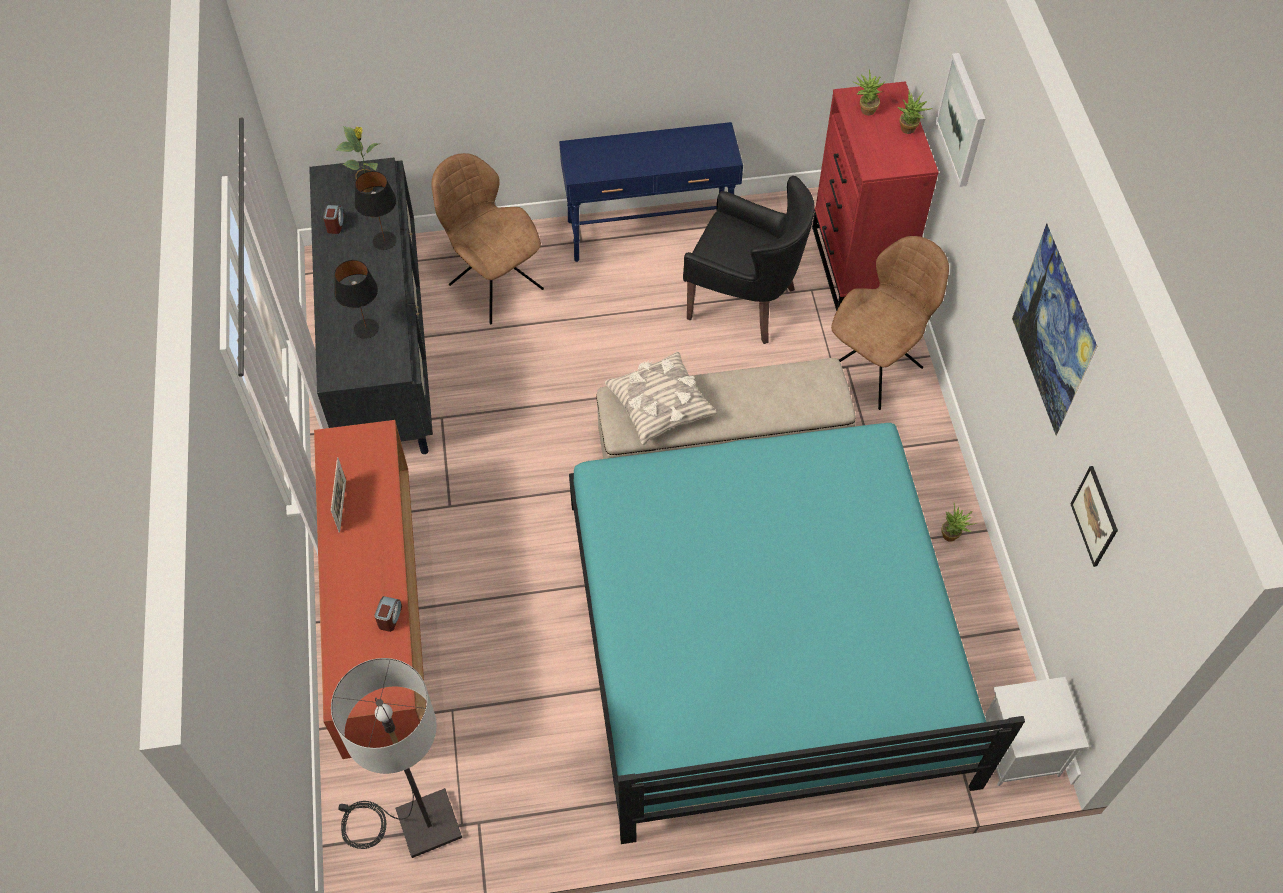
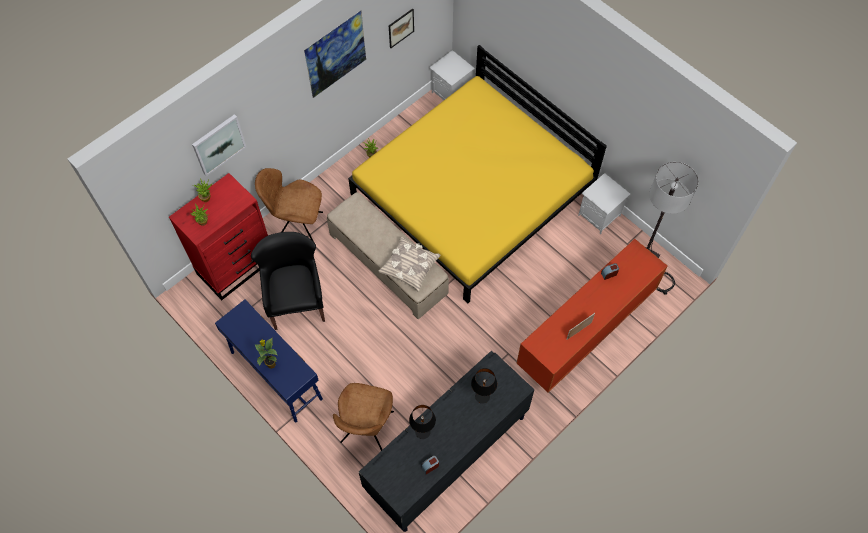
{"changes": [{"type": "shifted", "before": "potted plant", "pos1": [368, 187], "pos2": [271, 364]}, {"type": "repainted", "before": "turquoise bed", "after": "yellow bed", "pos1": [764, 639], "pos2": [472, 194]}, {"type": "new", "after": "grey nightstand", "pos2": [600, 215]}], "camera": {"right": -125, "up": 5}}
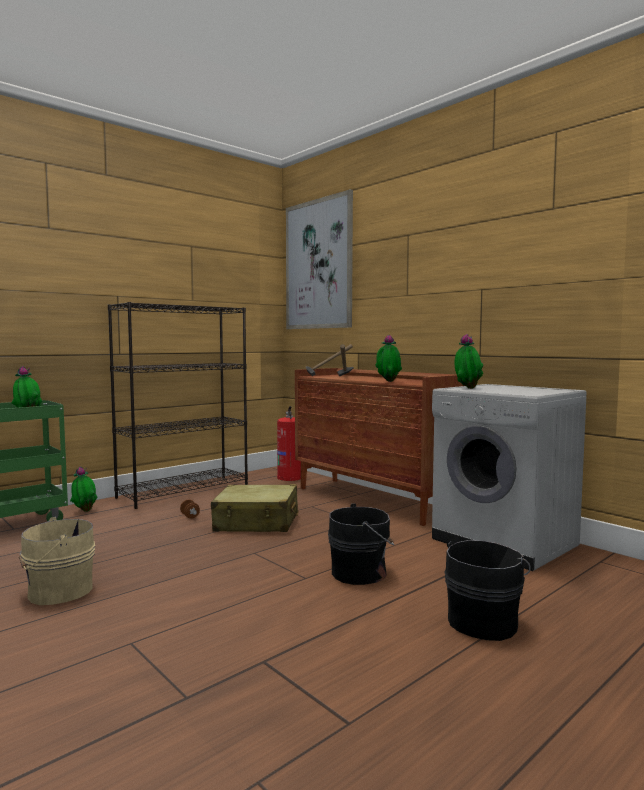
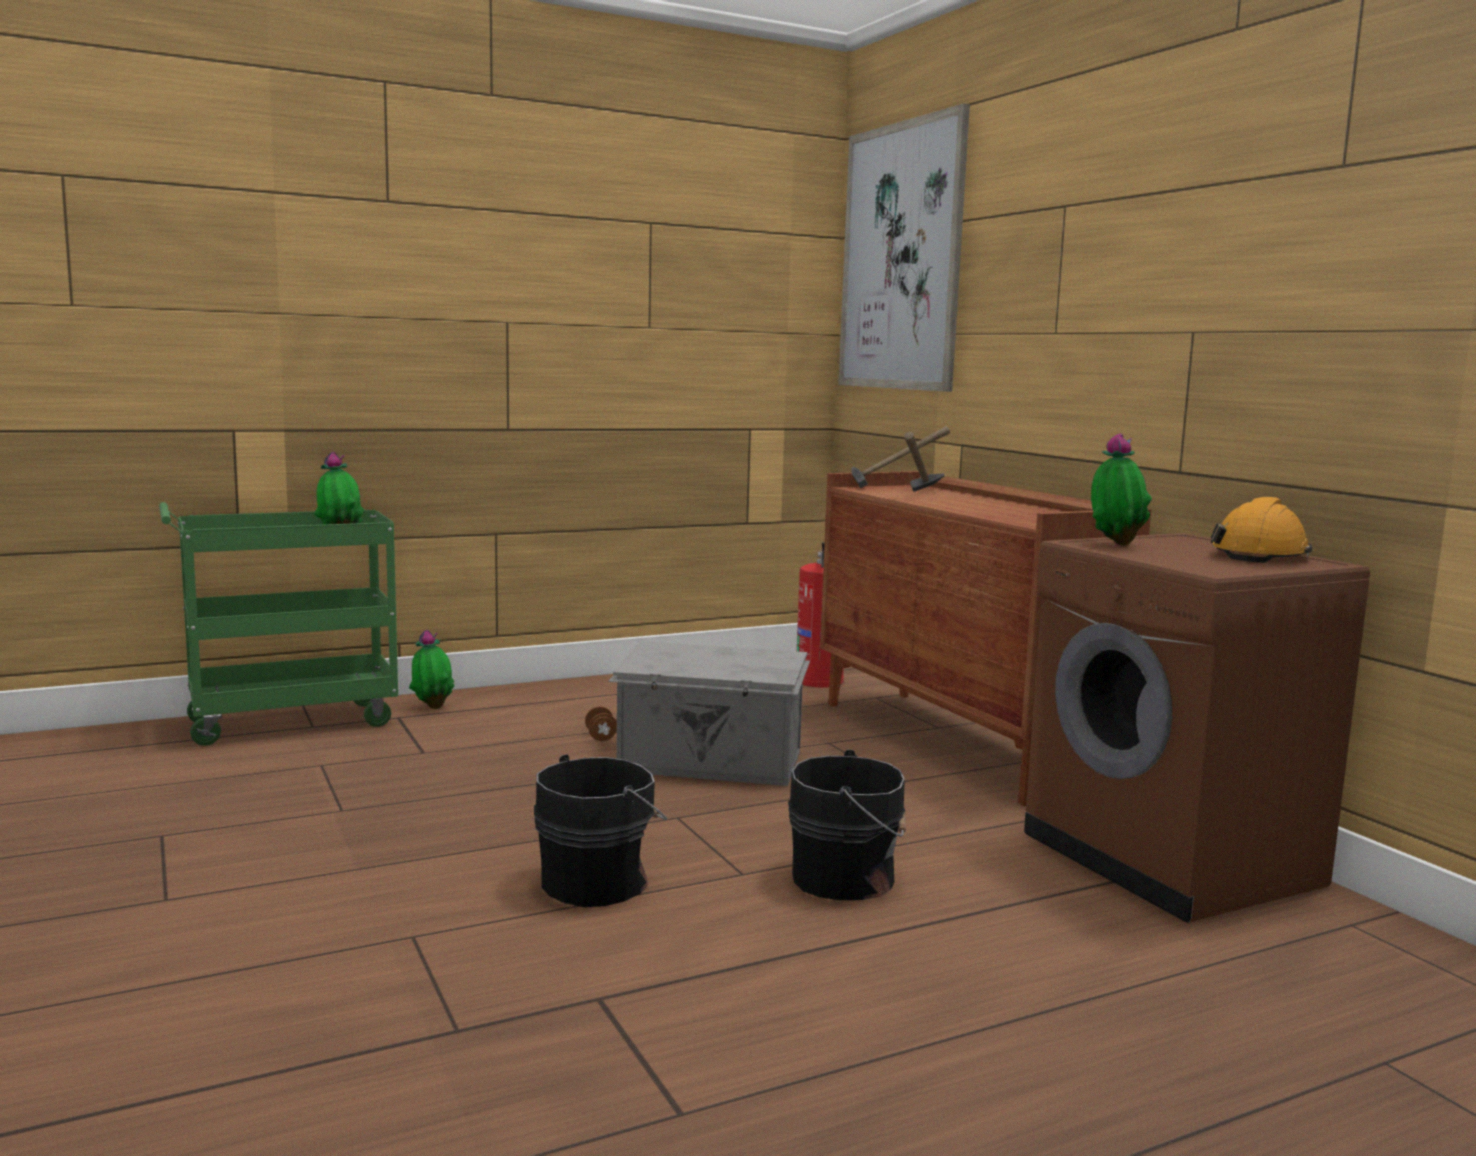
{"changes": [{"type": "shifted", "before": "black bucket", "pos1": [484, 621], "pos2": [599, 881]}, {"type": "swapped", "before": "beige suitcase", "after": "grey storage box", "pos1": [257, 522], "pos2": [711, 762]}, {"type": "repainted", "before": "white washing machine", "after": "brown washing machine", "pos1": [503, 543], "pos2": [1166, 860]}, {"type": "new", "after": "orange hard hat", "pos2": [1260, 554]}, {"type": "gone", "before": "beige bucket", "pos1": [57, 591]}, {"type": "gone", "before": "black bookcase", "pos1": [184, 491]}, {"type": "gone", "before": "potted plant", "pos1": [388, 382]}], "camera": {"right": 15, "up": 5}}
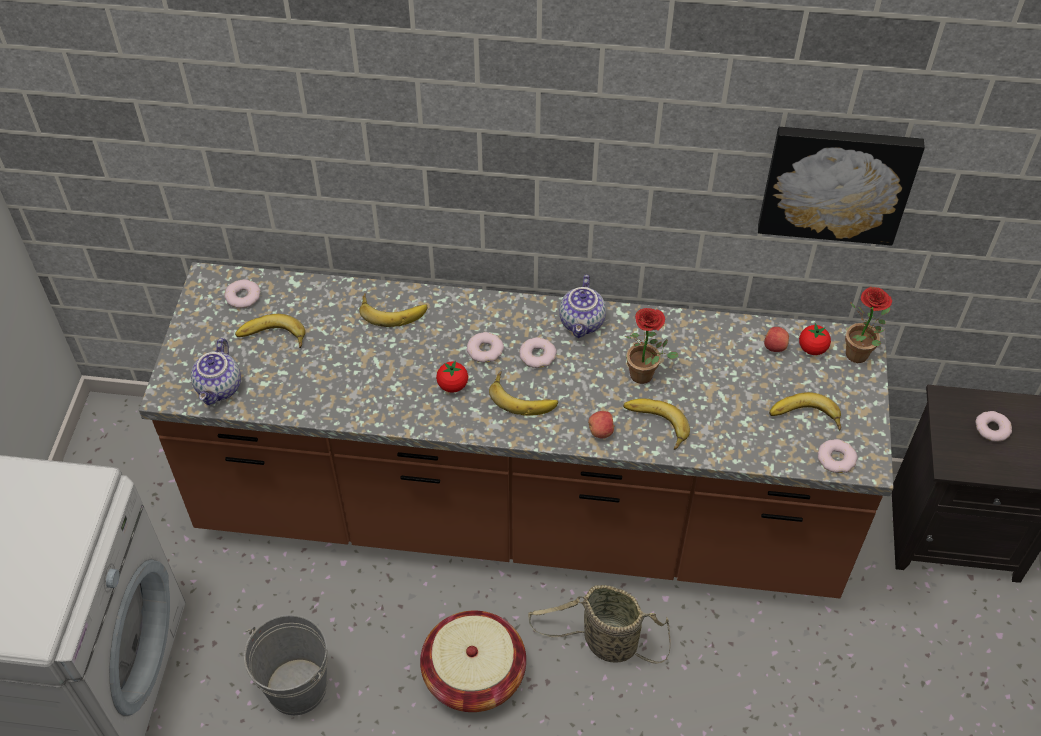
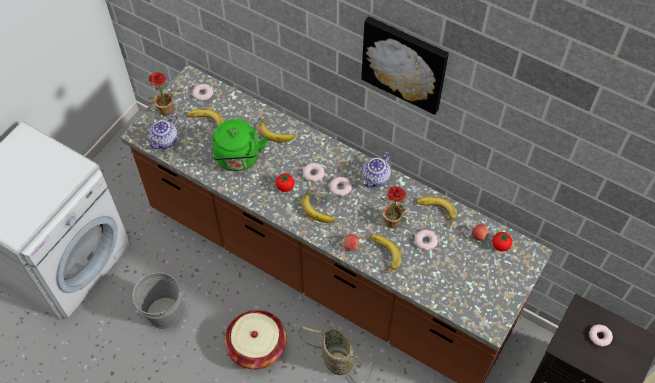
{"changes": [{"type": "shifted", "before": "potted plant", "pos1": [859, 358], "pos2": [165, 113]}, {"type": "new", "after": "green kettle", "pos2": [238, 159]}, {"type": "shifted", "before": "picture", "pos1": [837, 182], "pos2": [405, 63]}, {"type": "shifted", "before": "donut", "pos1": [836, 459], "pos2": [425, 241]}, {"type": "shifted", "before": "banana", "pos1": [805, 418], "pos2": [435, 212]}], "camera": {"right": 25, "up": 5}}
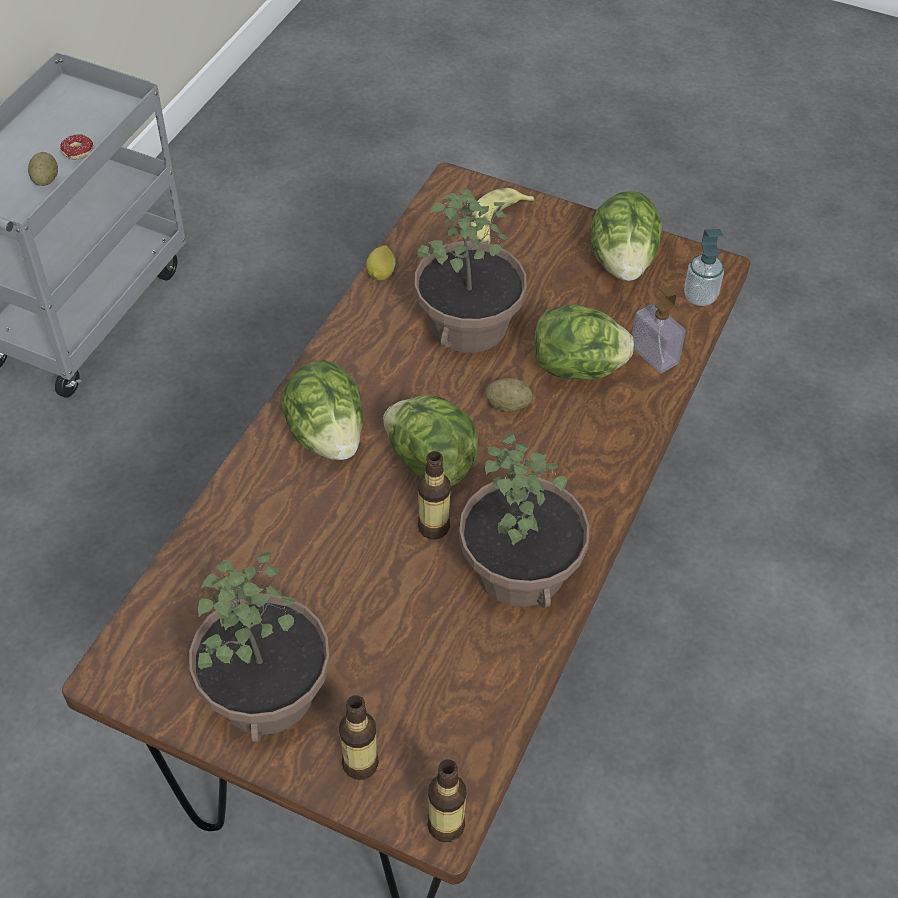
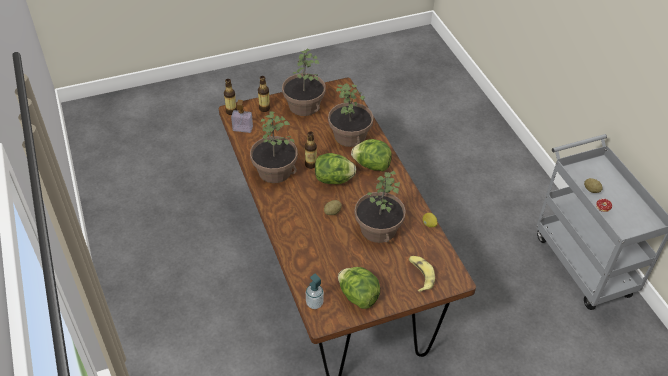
{"changes": [{"type": "shifted", "before": "soap dispenser", "pos1": [654, 355], "pos2": [242, 128]}, {"type": "new", "after": "potted plant", "pos2": [350, 136]}, {"type": "gone", "before": "lettuce", "pos1": [578, 368]}], "camera": {"right": 135, "up": -5}}
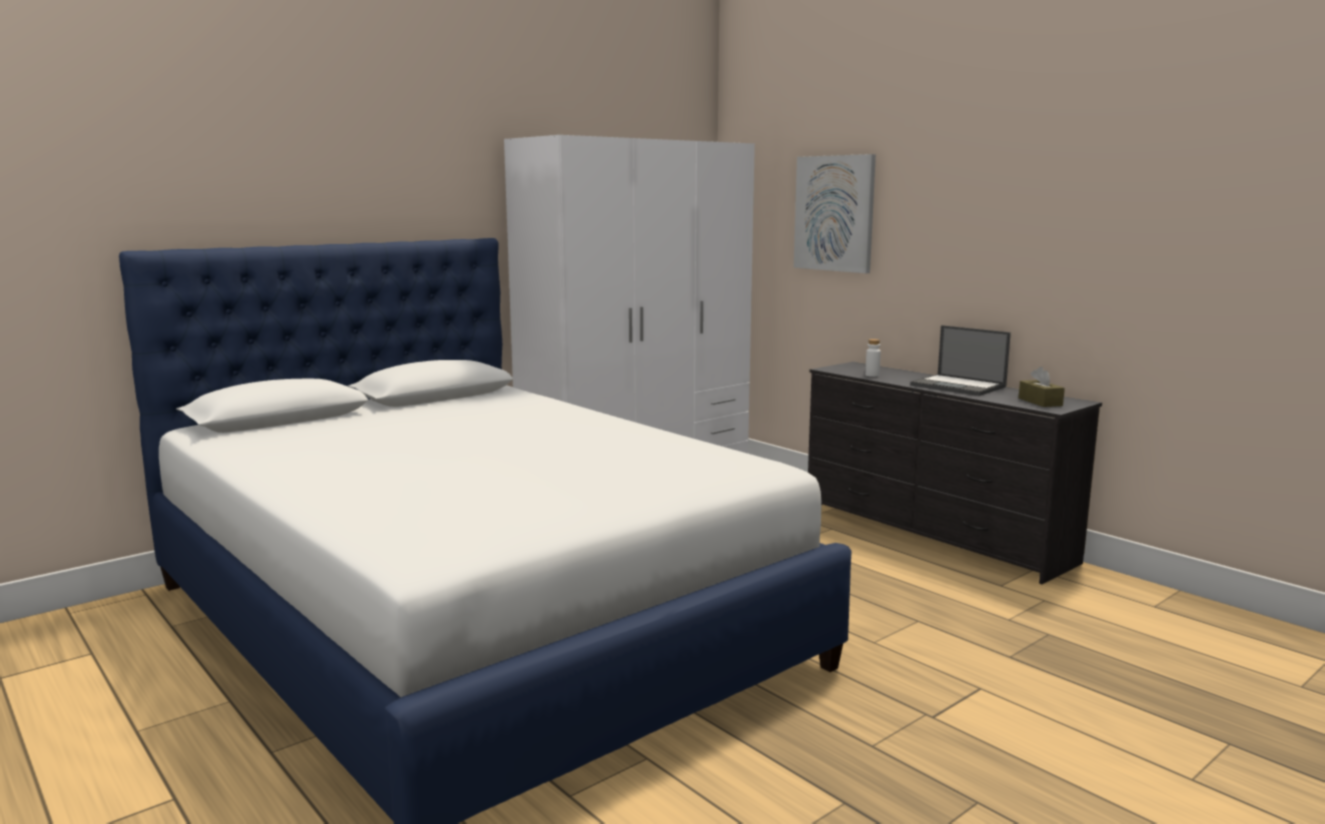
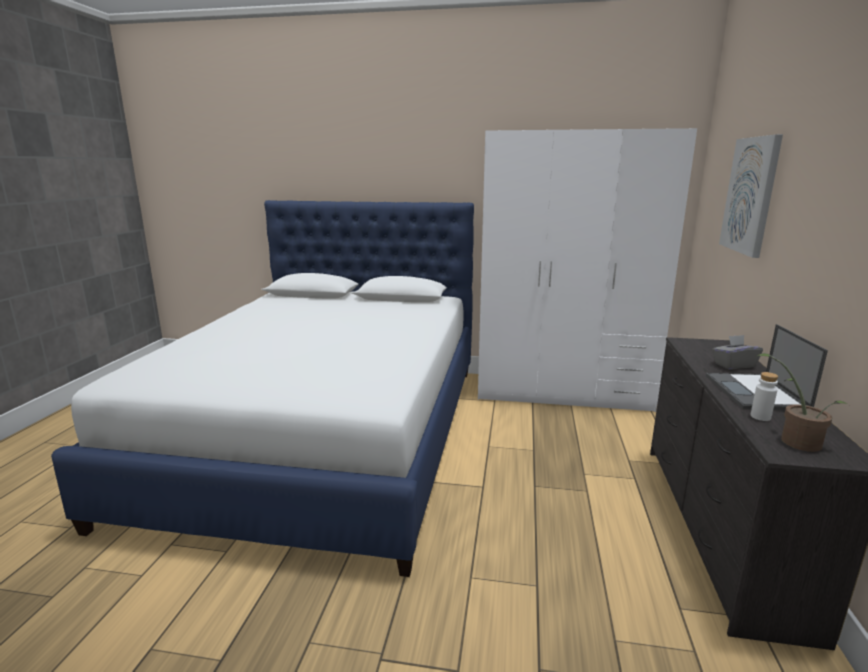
{"changes": [{"type": "new", "after": "grey tissue box", "pos2": [734, 365]}, {"type": "shifted", "before": "white bottle", "pos1": [872, 375], "pos2": [760, 417]}, {"type": "swapped", "before": "brown tissue box", "after": "potted plant", "pos1": [1040, 402], "pos2": [794, 440]}], "camera": {"right": 50, "up": 5}}
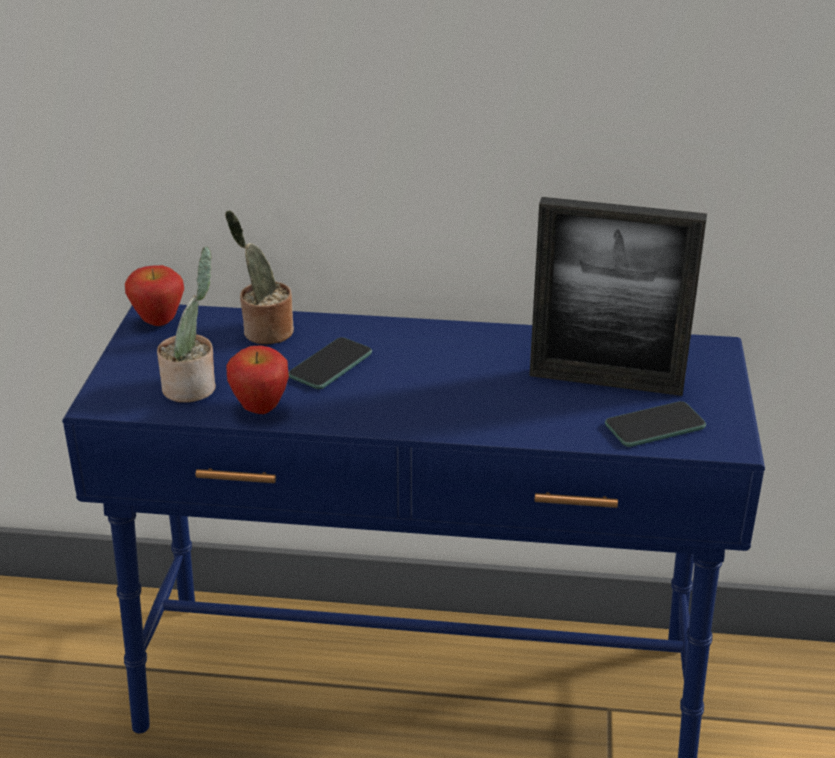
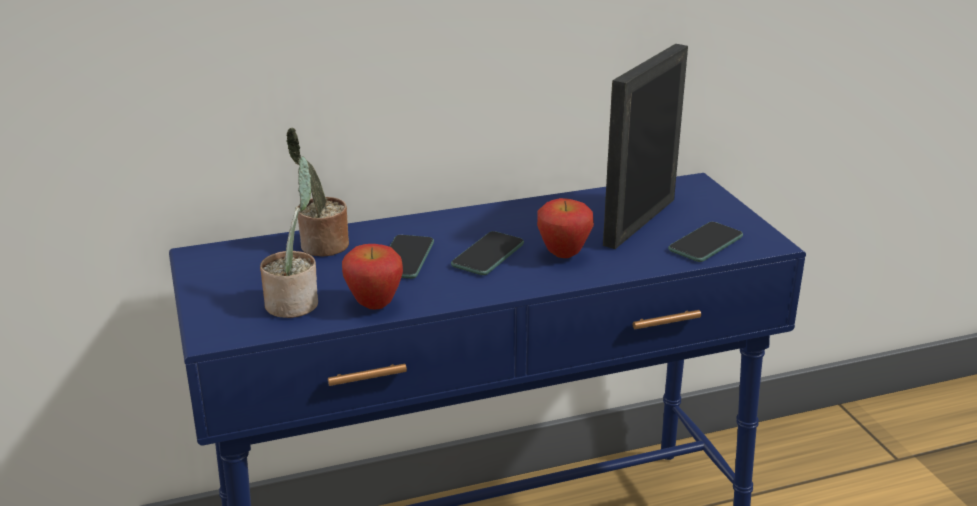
{"changes": [{"type": "new", "after": "phone", "pos2": [488, 255]}, {"type": "shifted", "before": "apple", "pos1": [158, 322], "pos2": [563, 255]}, {"type": "rotated", "before": "picture frame", "pos1": [605, 381], "pos2": [640, 221], "turn": 135}], "camera": {"right": -25, "up": -5}}
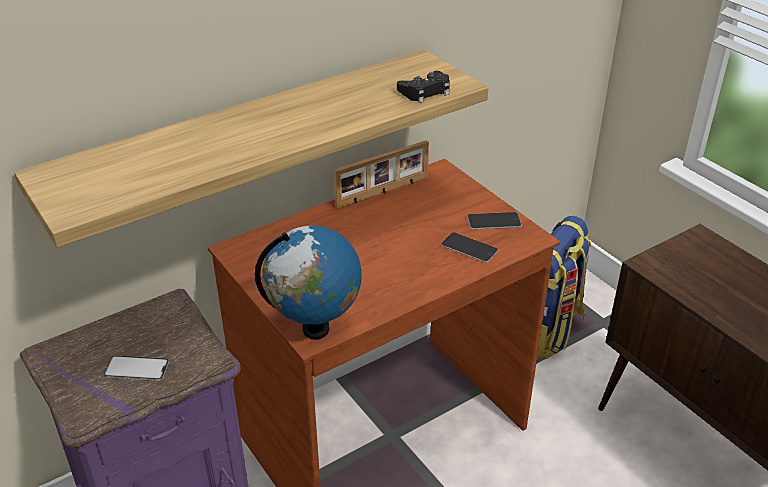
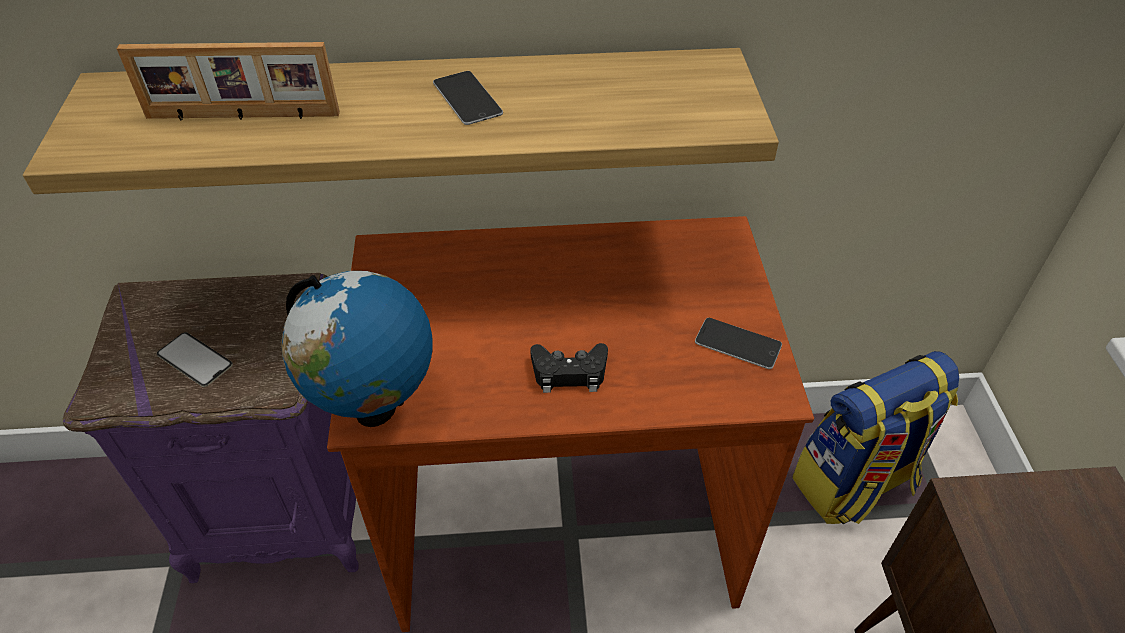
{"changes": [{"type": "shifted", "before": "picture frame", "pos1": [383, 192], "pos2": [242, 117]}, {"type": "shifted", "before": "phone", "pos1": [469, 247], "pos2": [467, 98]}, {"type": "shifted", "before": "black game controller", "pos1": [425, 92], "pos2": [569, 373]}], "camera": {"right": 30, "up": 10}}
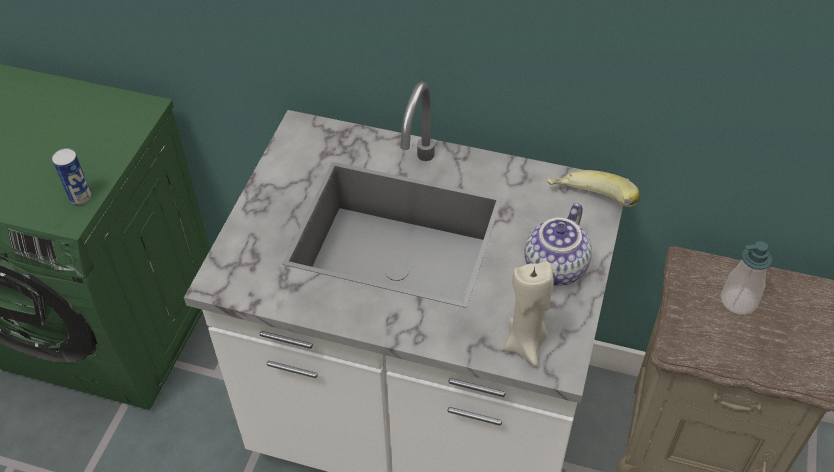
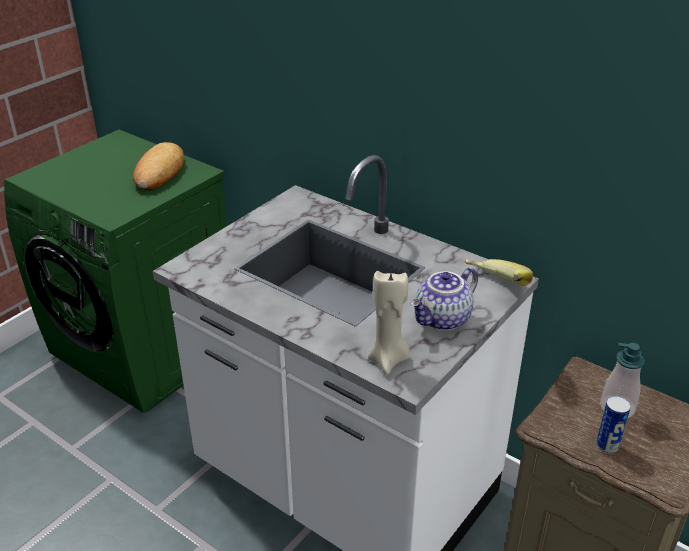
{"changes": [{"type": "new", "after": "bread", "pos2": [159, 172]}, {"type": "shifted", "before": "can", "pos1": [80, 197], "pos2": [607, 445]}], "camera": {"right": 20, "up": -15}}
